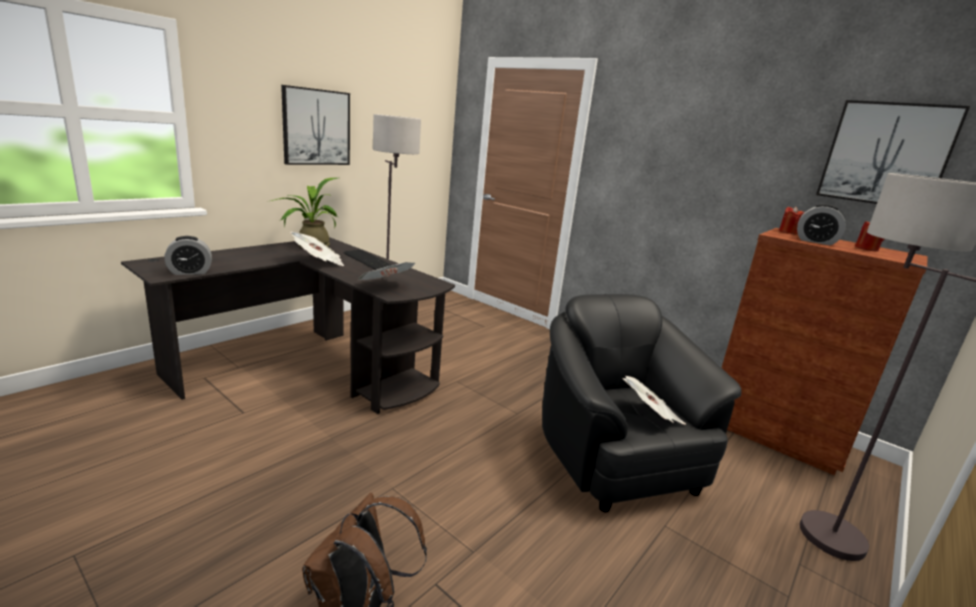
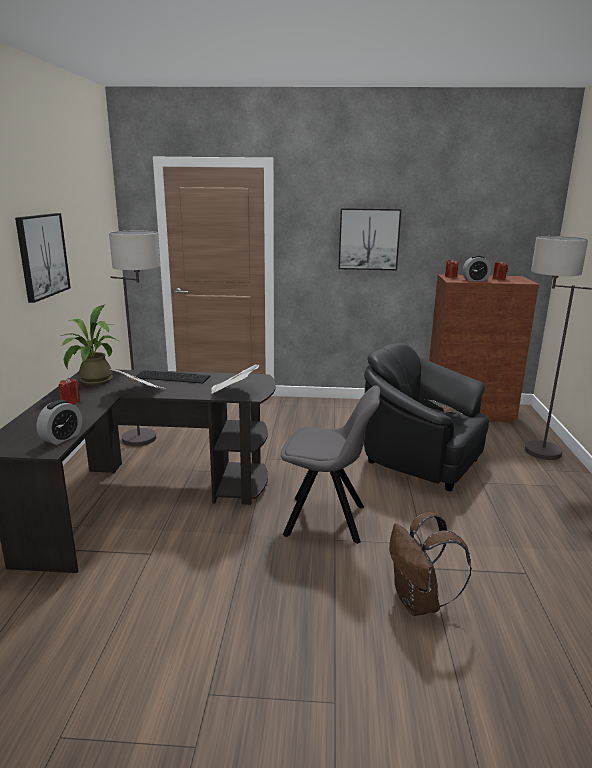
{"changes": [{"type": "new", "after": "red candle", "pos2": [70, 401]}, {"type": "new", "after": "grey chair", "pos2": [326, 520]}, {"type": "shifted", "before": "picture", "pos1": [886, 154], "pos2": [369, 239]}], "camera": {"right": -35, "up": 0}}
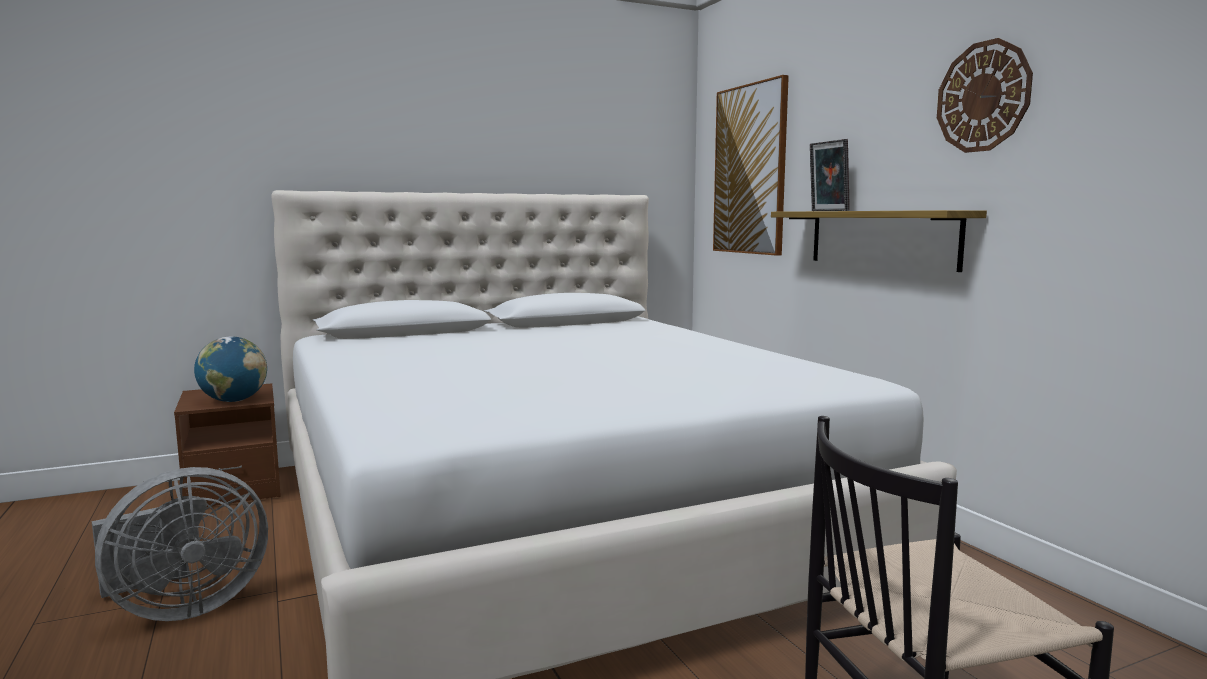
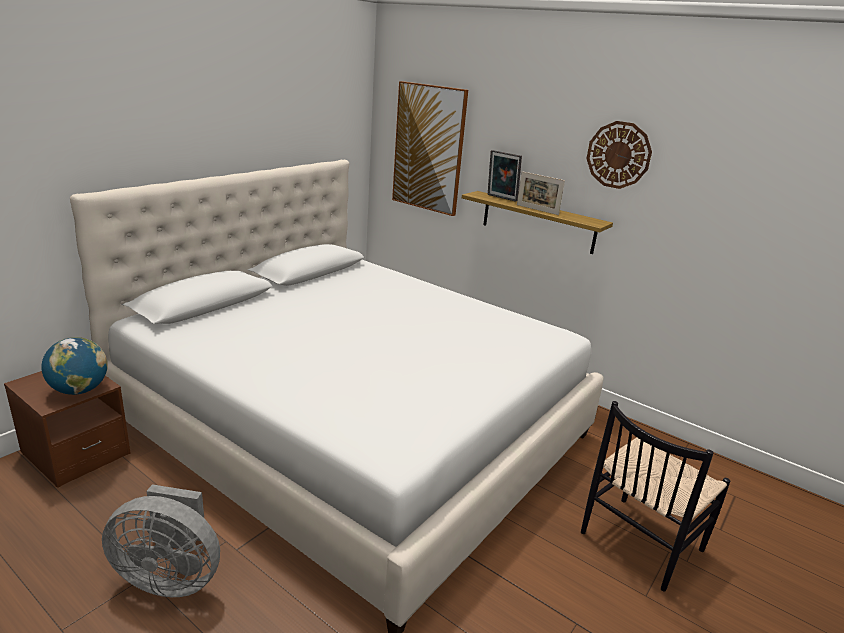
{"changes": [{"type": "rotated", "before": "grey fan", "pos1": [182, 607], "pos2": [171, 577], "turn": 75}, {"type": "new", "after": "picture frame", "pos2": [537, 209]}], "camera": {"right": -30, "up": 15}}
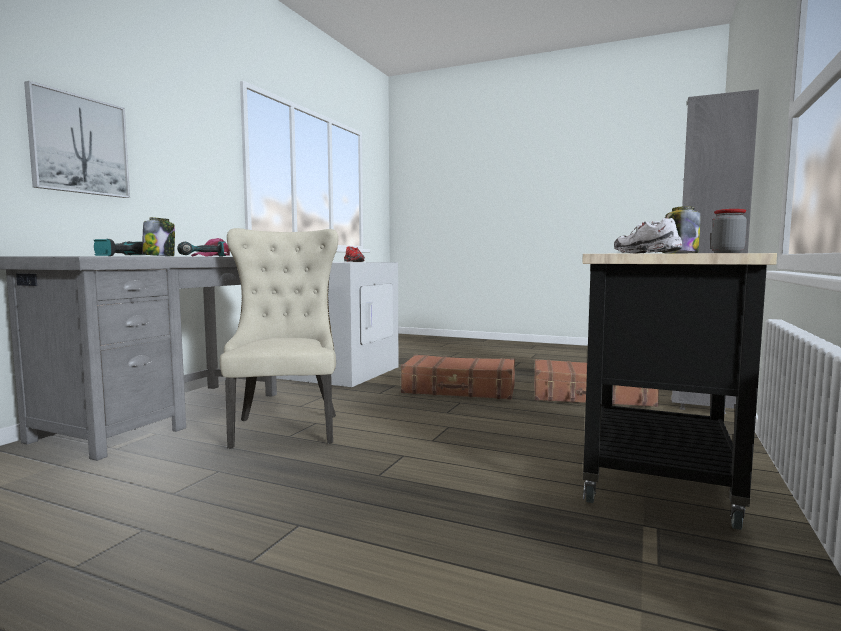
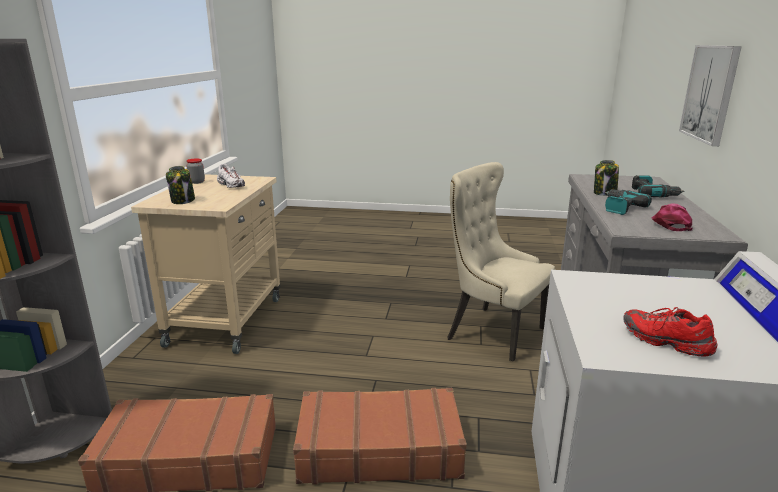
{"changes": [{"type": "repainted", "before": "black cart", "after": "beige cart", "pos1": [659, 478], "pos2": [225, 321]}, {"type": "rotated", "before": "beige chair", "pos1": [285, 429], "pos2": [493, 332], "turn": 150}], "camera": {"right": 165, "up": 15}}
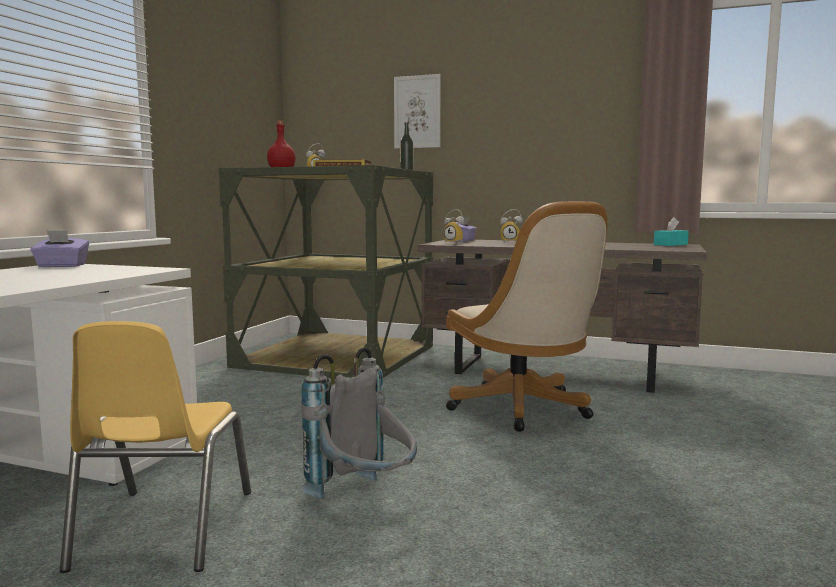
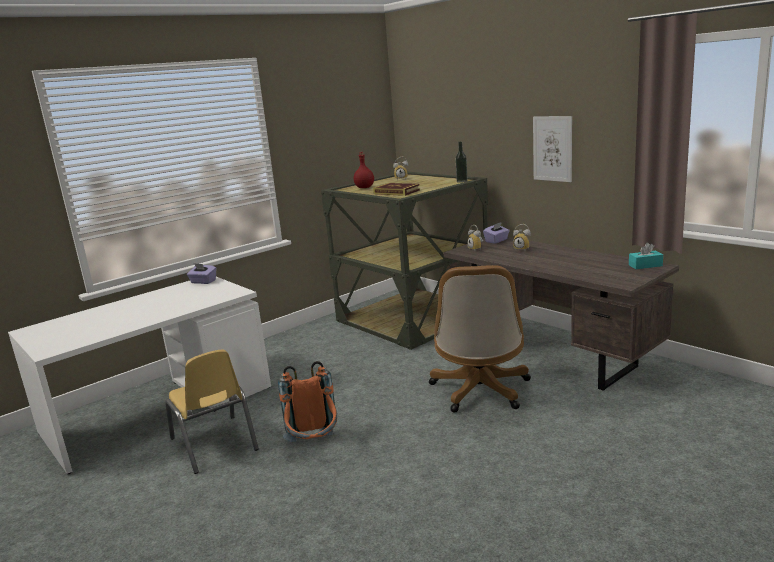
{"changes": [{"type": "rotated", "before": "yellow chair", "pos1": [163, 529], "pos2": [214, 444], "turn": -60}, {"type": "repainted", "before": "grey backpack", "after": "orange backpack", "pos1": [364, 499], "pos2": [314, 446]}, {"type": "shifted", "before": "picture", "pos1": [417, 112], "pos2": [552, 148]}], "camera": {"right": 30, "up": 10}}
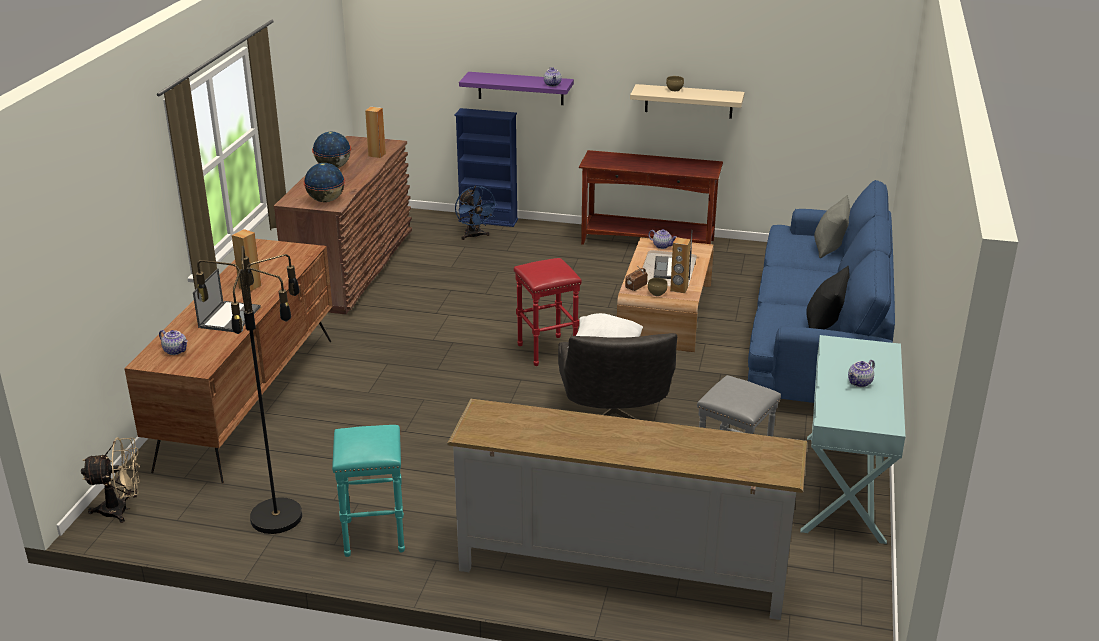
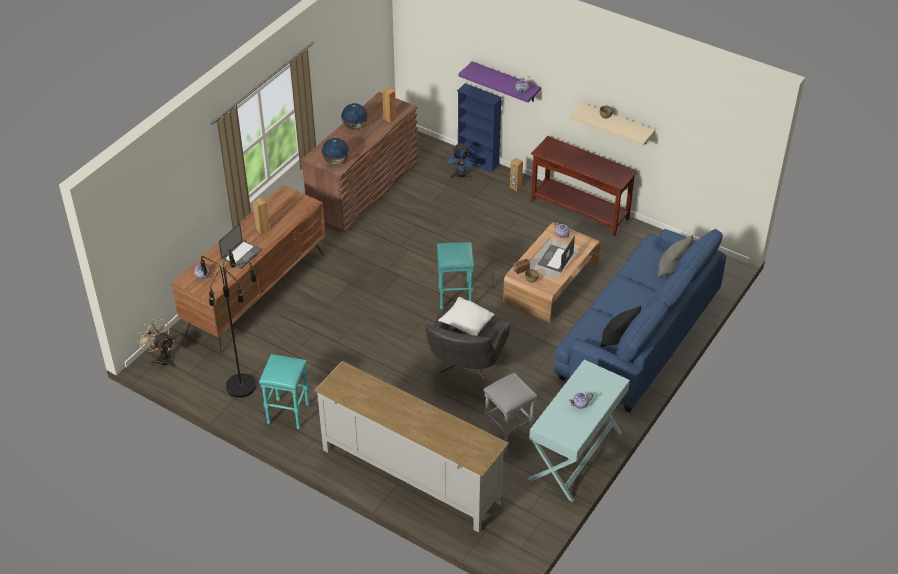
{"changes": [{"type": "rotated", "before": "beige fan", "pos1": [121, 510], "pos2": [162, 358], "turn": -150}, {"type": "repainted", "before": "red stool", "after": "turquoise stool", "pos1": [545, 350], "pos2": [454, 297]}, {"type": "shifted", "before": "brown speaker", "pos1": [679, 289], "pos2": [515, 187]}], "camera": {"right": 20, "up": 15}}
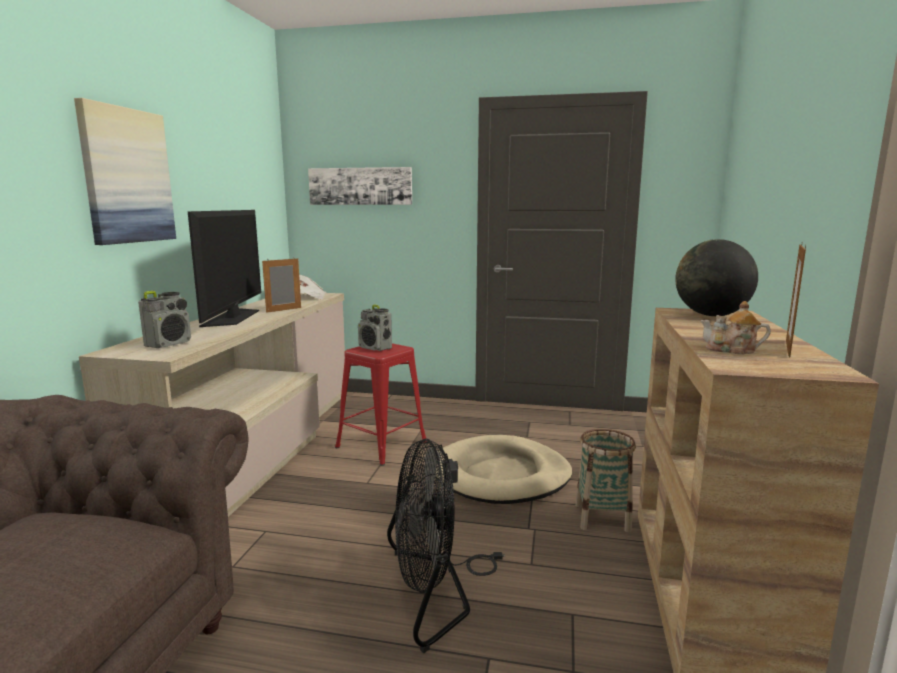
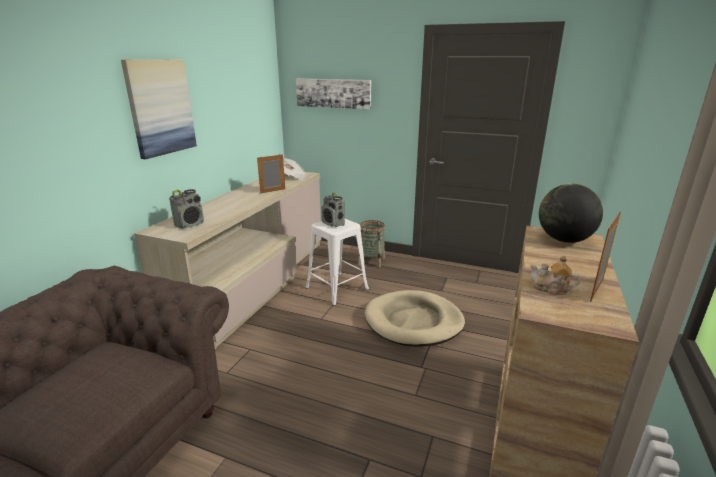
{"changes": [{"type": "repainted", "before": "red stool", "after": "white stool", "pos1": [381, 445], "pos2": [337, 288]}, {"type": "shifted", "before": "basket", "pos1": [602, 517], "pos2": [371, 261]}, {"type": "gone", "before": "television", "pos1": [233, 317]}, {"type": "gone", "before": "black fan", "pos1": [437, 588]}], "camera": {"right": 10, "up": 10}}
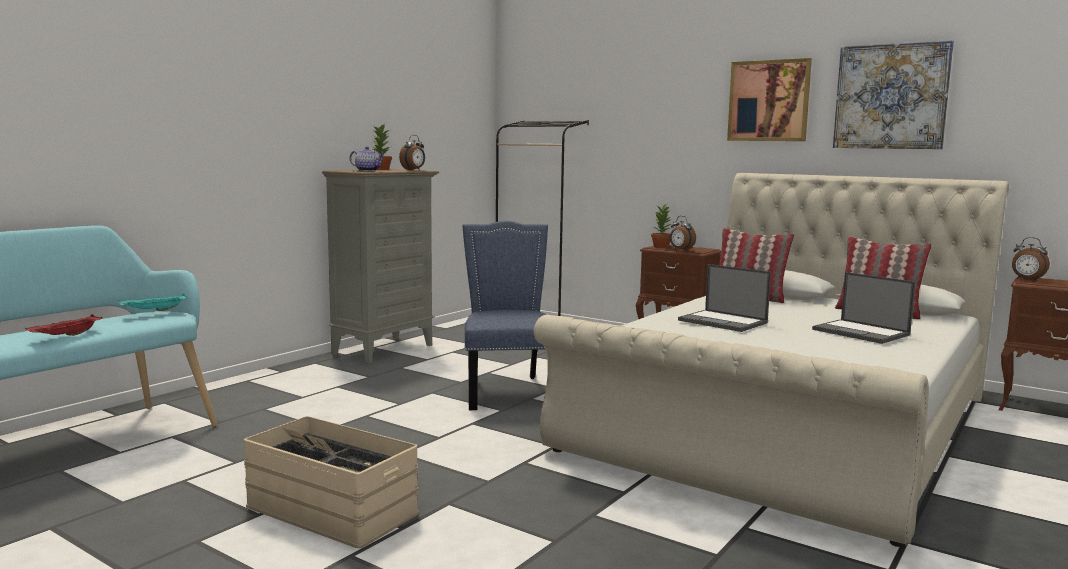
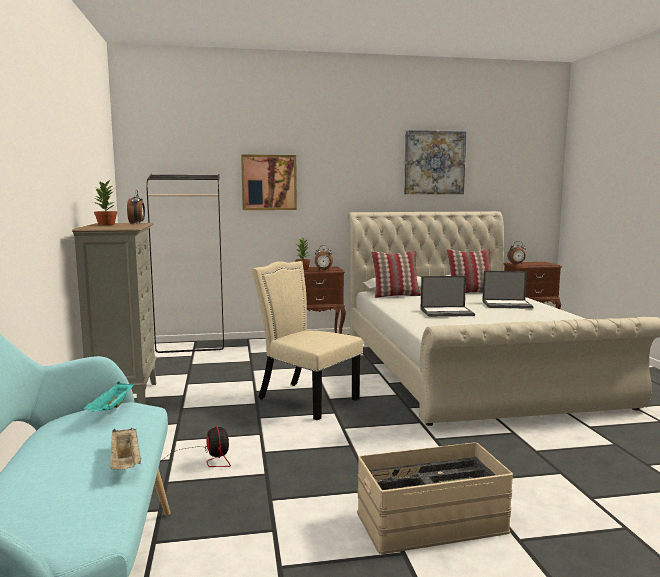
{"changes": [{"type": "repainted", "before": "red tray", "after": "beige tray", "pos1": [66, 336], "pos2": [126, 463]}, {"type": "new", "after": "fan", "pos2": [204, 459]}, {"type": "shifted", "before": "picture", "pos1": [769, 101], "pos2": [269, 182]}, {"type": "repainted", "before": "blue chair", "after": "beige chair", "pos1": [508, 393], "pos2": [308, 400]}, {"type": "gone", "before": "teapot", "pos1": [368, 171]}], "camera": {"right": -45, "up": 0}}
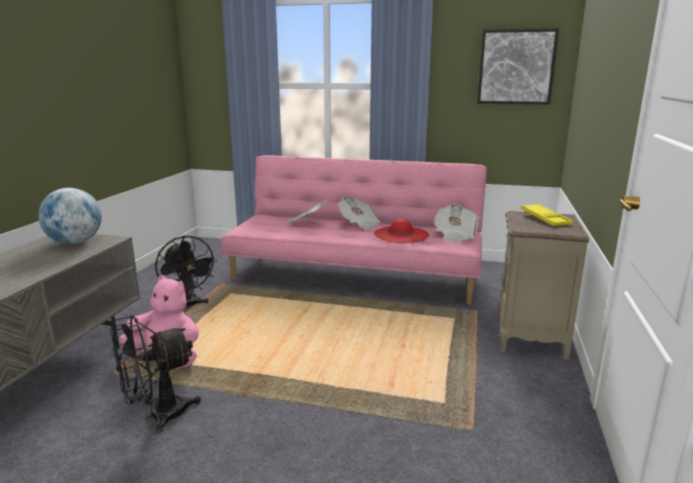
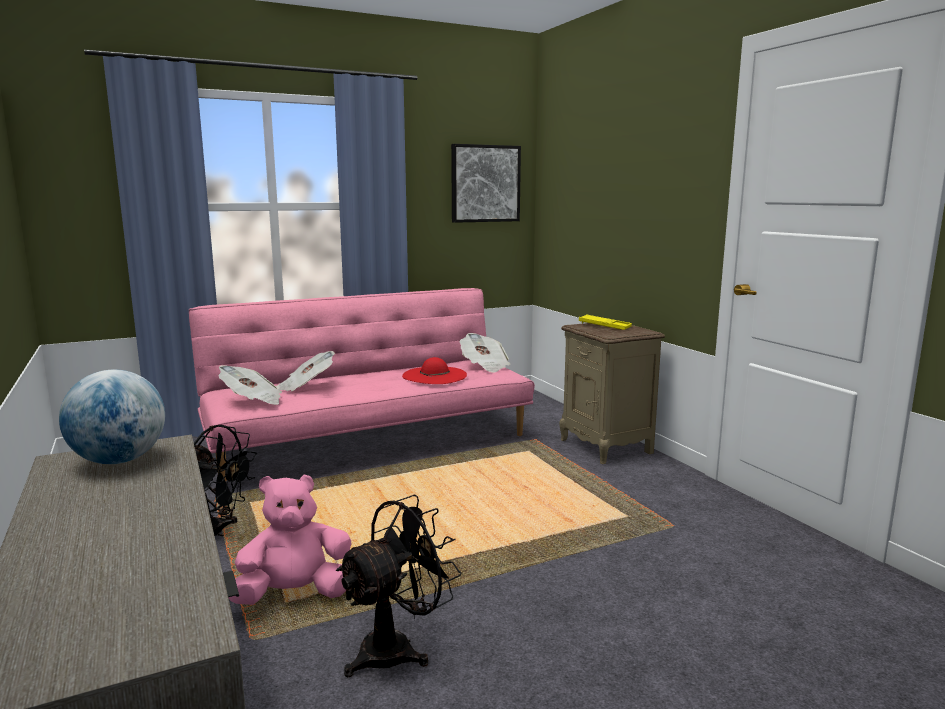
{"changes": [{"type": "shifted", "before": "newspaper", "pos1": [359, 224], "pos2": [253, 401]}, {"type": "rotated", "before": "black fan", "pos1": [157, 415], "pos2": [397, 648], "turn": -150}], "camera": {"right": -40, "up": -5}}
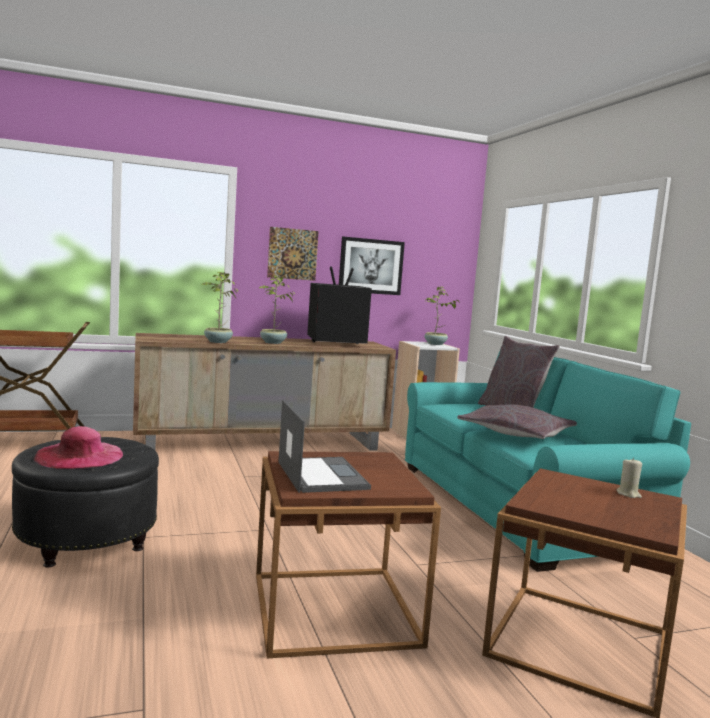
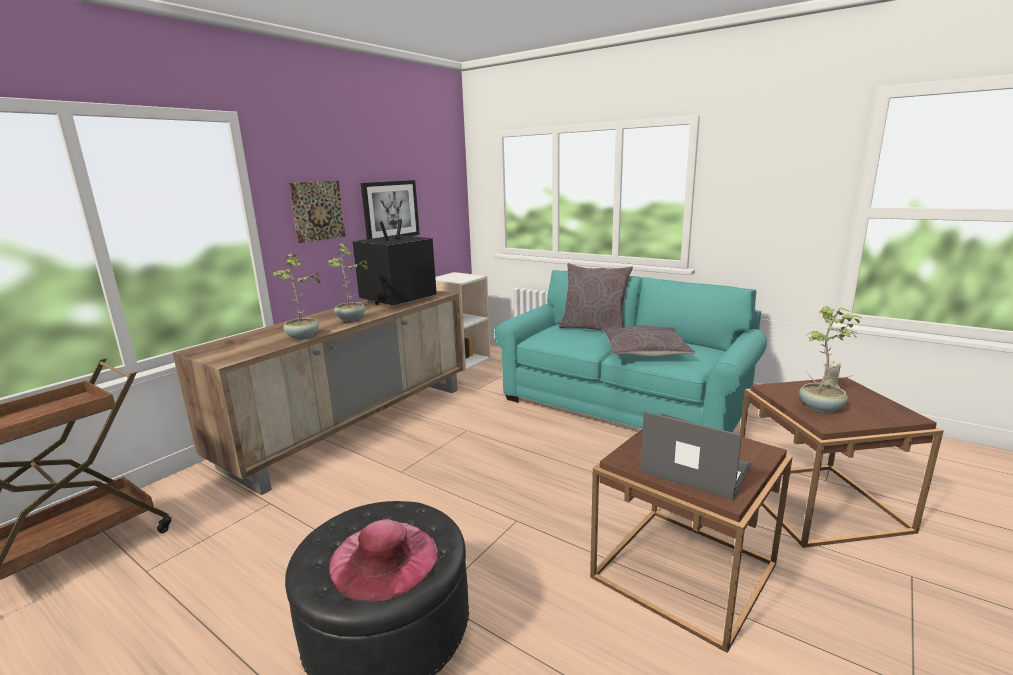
{"changes": [{"type": "shifted", "before": "potted plant", "pos1": [435, 344], "pos2": [822, 408]}], "camera": {"right": -35, "up": 10}}
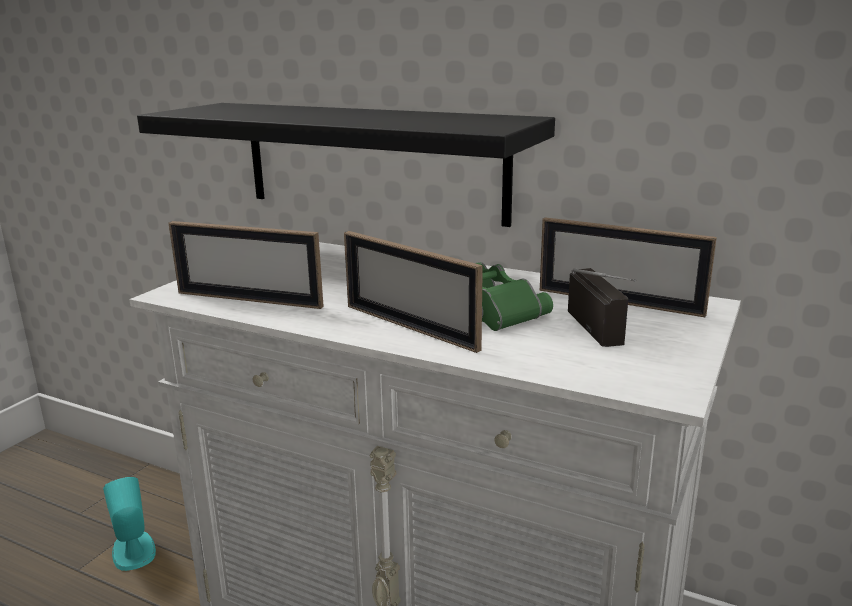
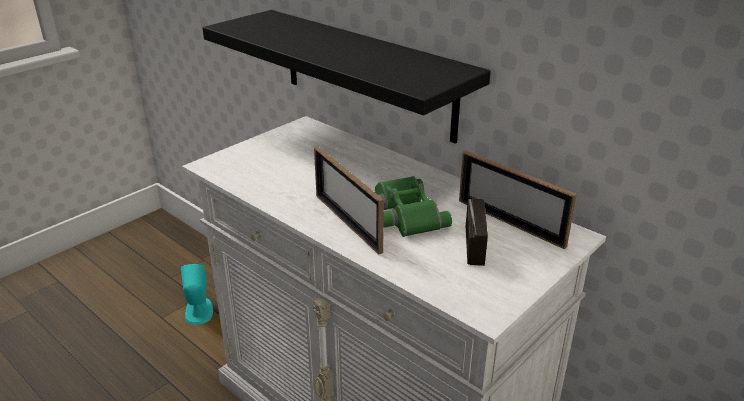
{"changes": [{"type": "gone", "before": "picture frame", "pos1": [249, 299]}], "camera": {"right": 15, "up": 10}}
